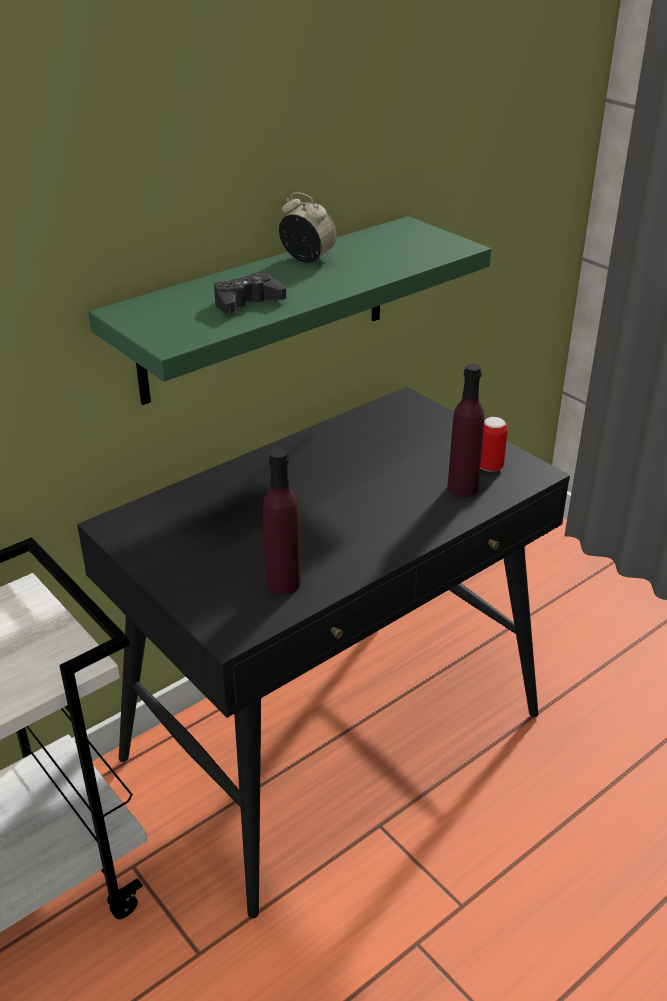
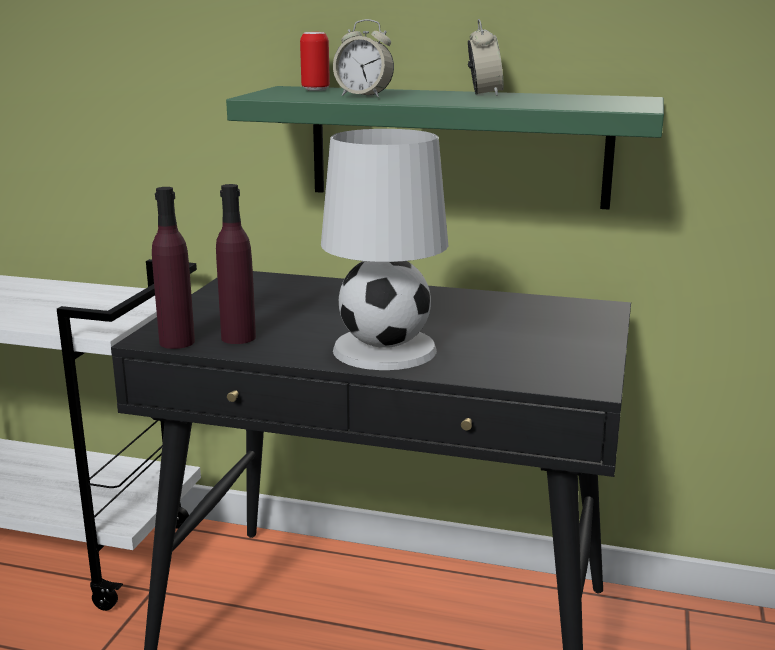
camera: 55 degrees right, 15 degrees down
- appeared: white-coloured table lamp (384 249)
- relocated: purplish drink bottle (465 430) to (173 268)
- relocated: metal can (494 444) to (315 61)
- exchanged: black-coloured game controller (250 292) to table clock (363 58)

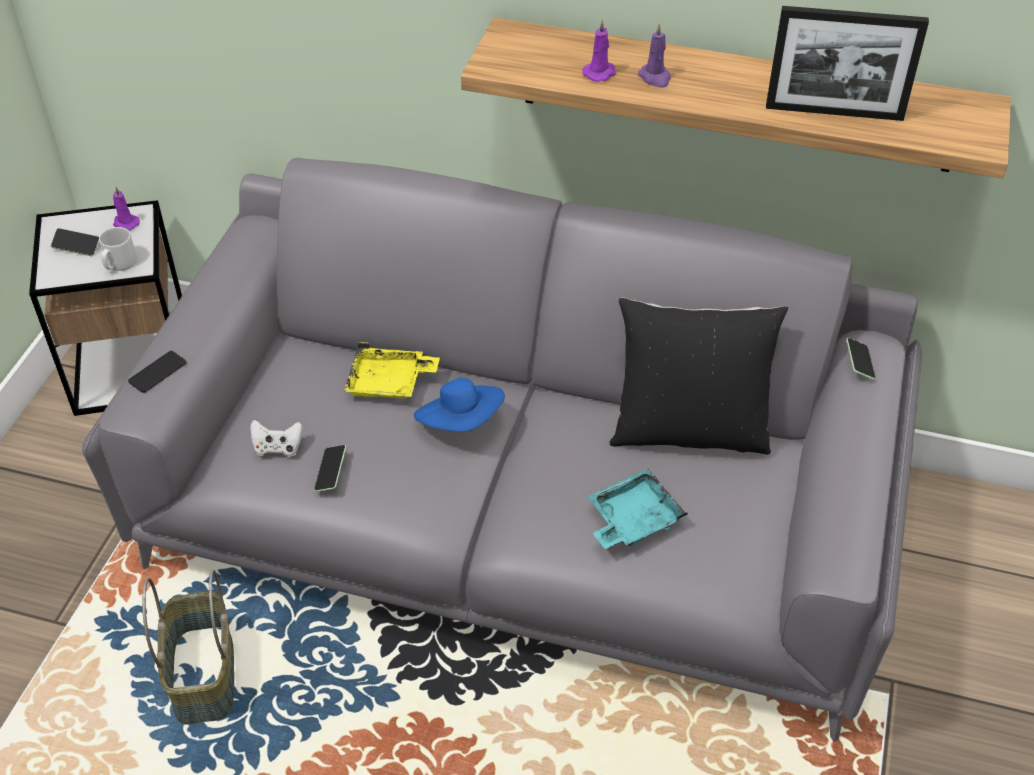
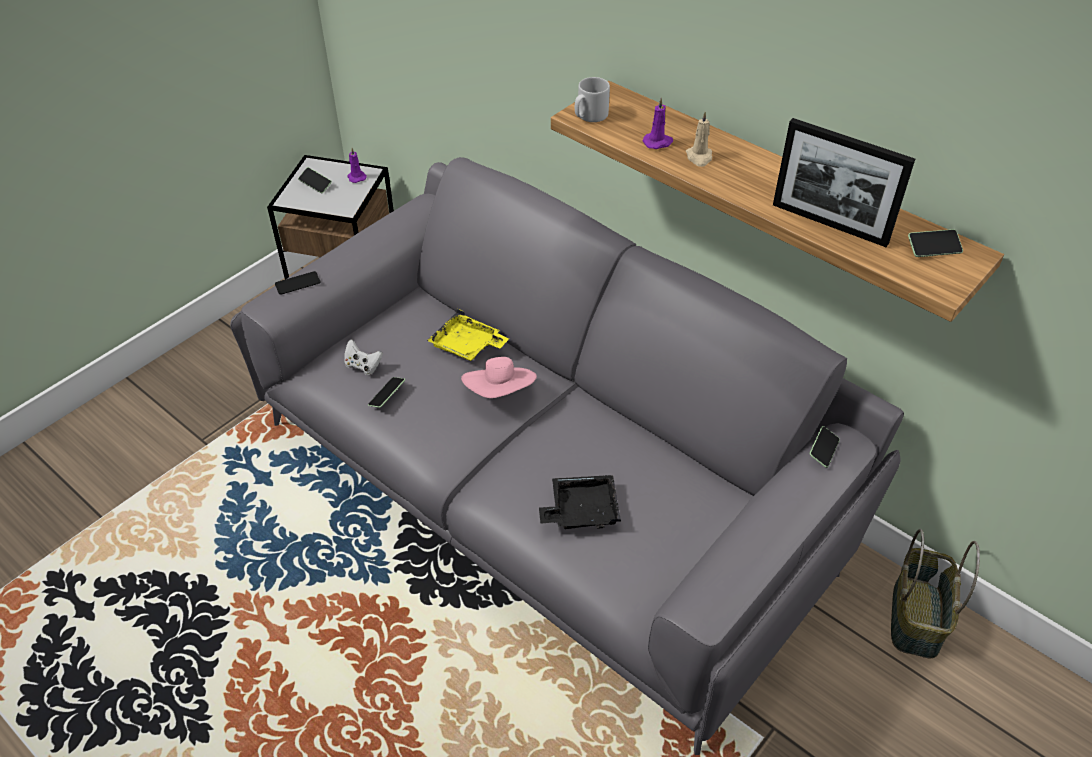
camera: 25 degrees right, 0 degrees up
- missing: black-coloured pillow (698 376)
- appeared: phone (935 243)
- relocated: greyish tea mug (118 249) to (592 99)
- relocated: basket (188 647) to (935 594)
- colour: blue-coloured clothing hat (459 405) to pink-coloured clothing hat (499 377)
- colour: turquoise carrying tray (638 508) to black-coloured carrying tray (580 502)
- colour: purplish candle (654 55) to beige candle (699 139)

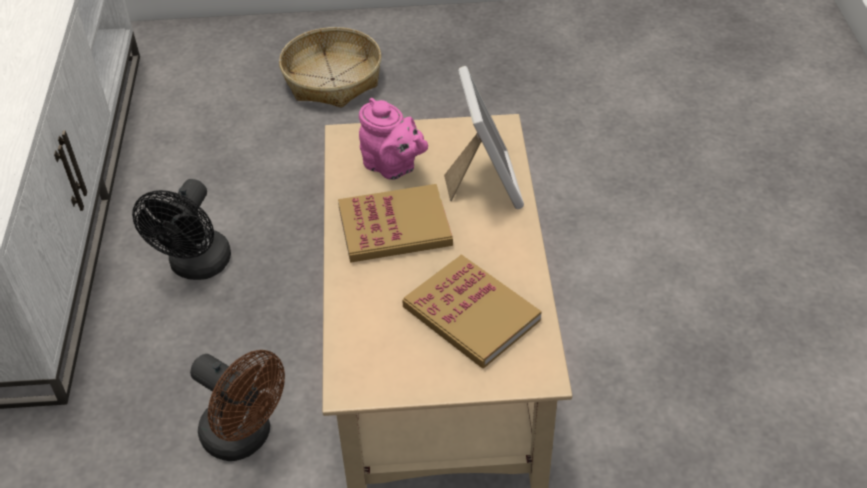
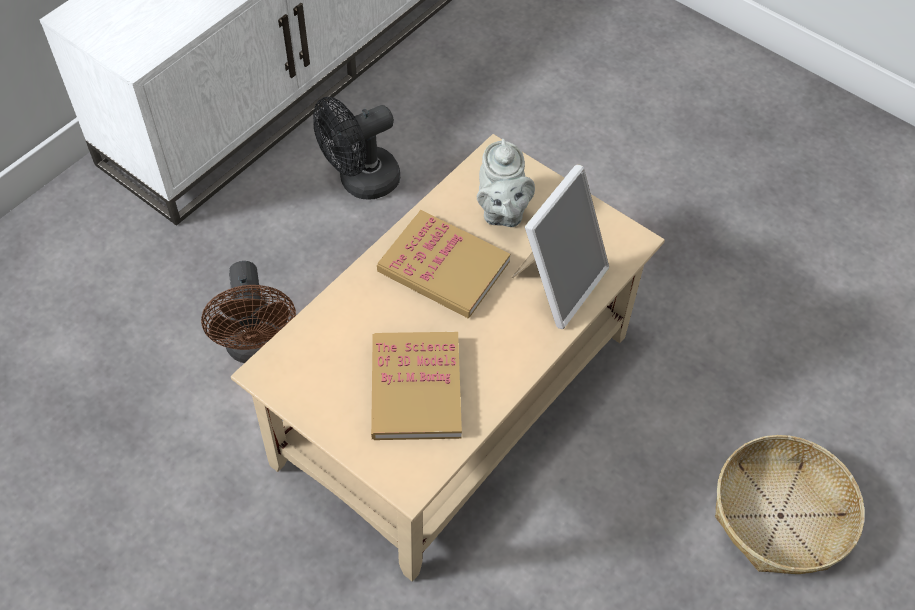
camera: 40 degrees right, 10 degrees up
- relocated: basket (330 67) to (790 504)
- colour: pink-coloured tea pot (393 139) to greyish tea pot (506 183)

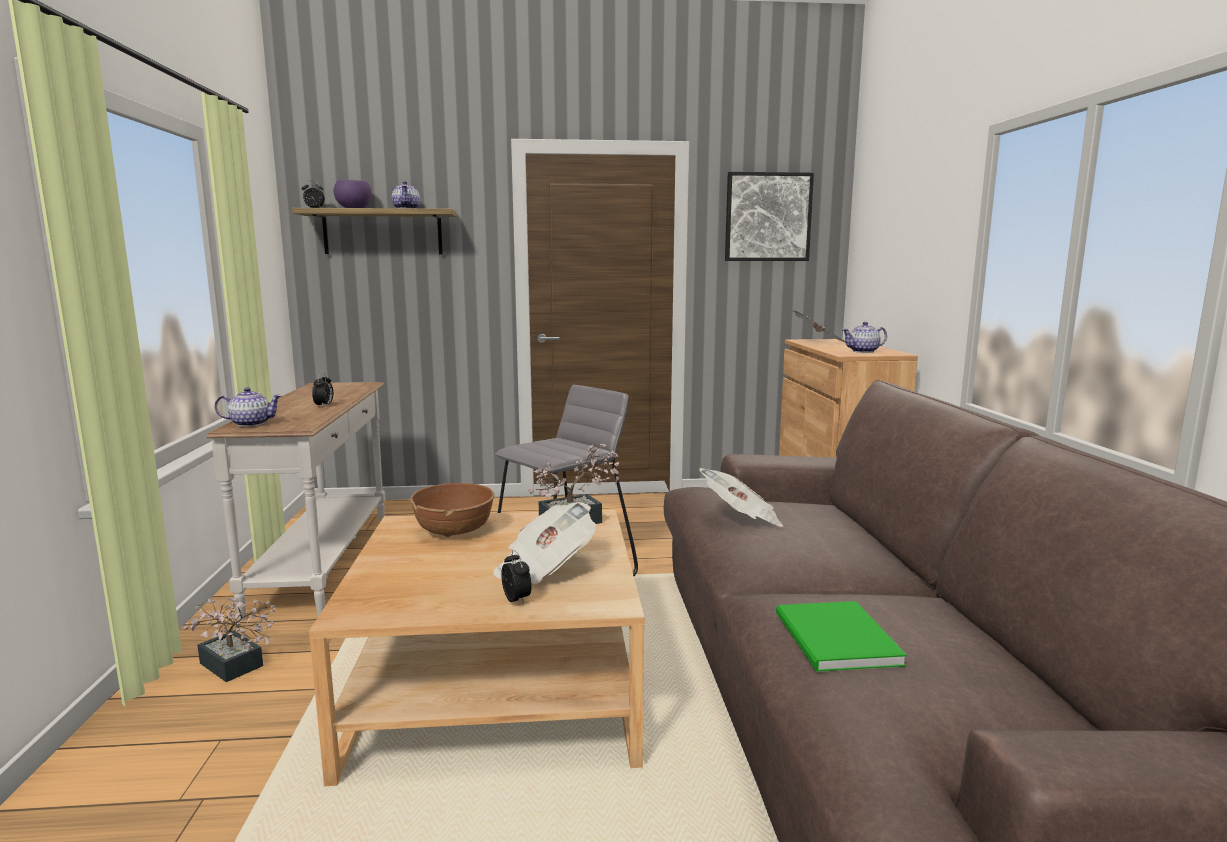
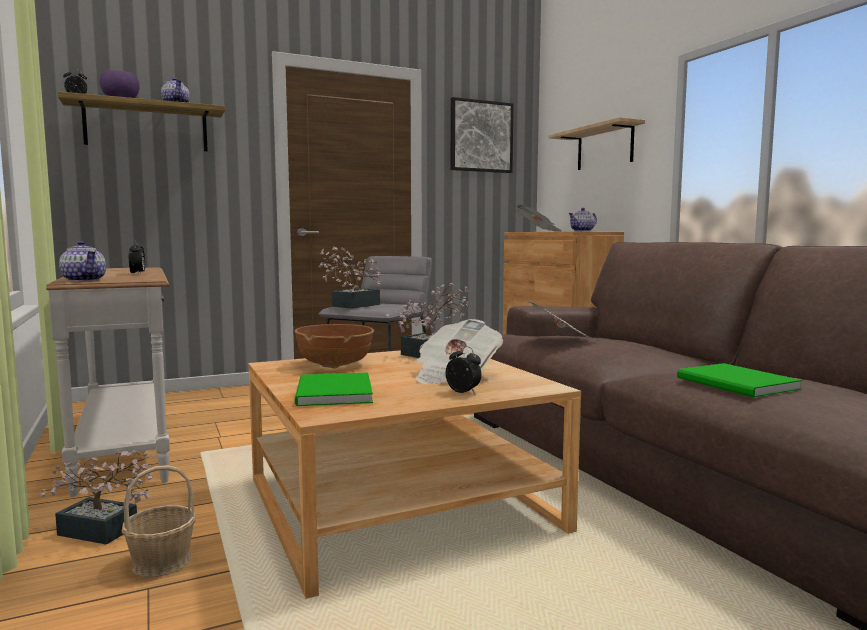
camera: 20 degrees left, 5 degrees down
- appeared: basket (159 521)
- appeared: greenish bound book (334 389)
- appeared: potted plant (350 278)
- appeared: shelf (597 143)
- spun: tea pot (248 407) = (82 261) 75 degrees clockwise

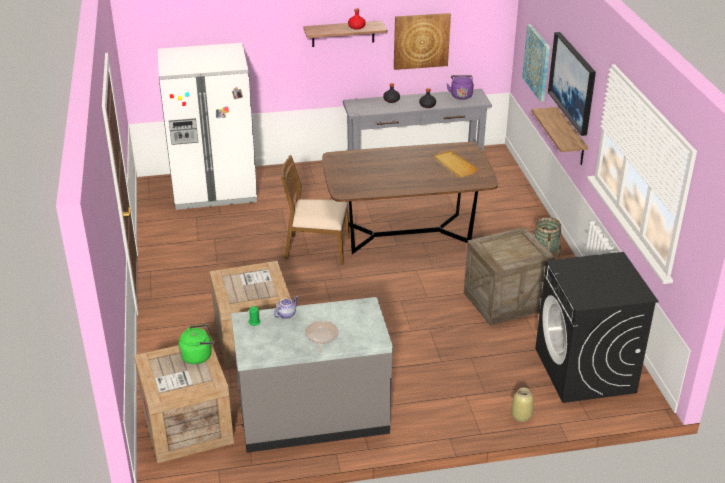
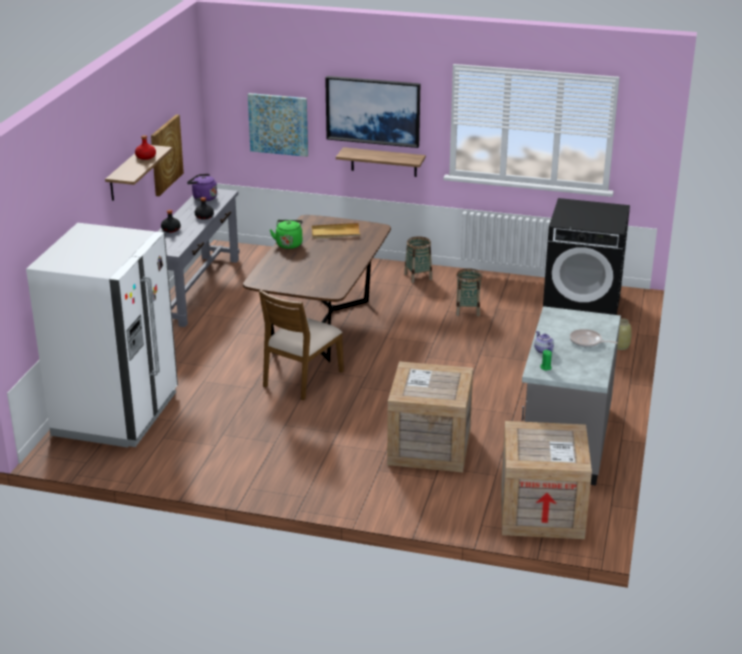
camera: 65 degrees left, 5 degrees down
- relocated: greenish water kettle (197 344) to (286 234)
- exchanged: crate (509 276) to basket (469 292)

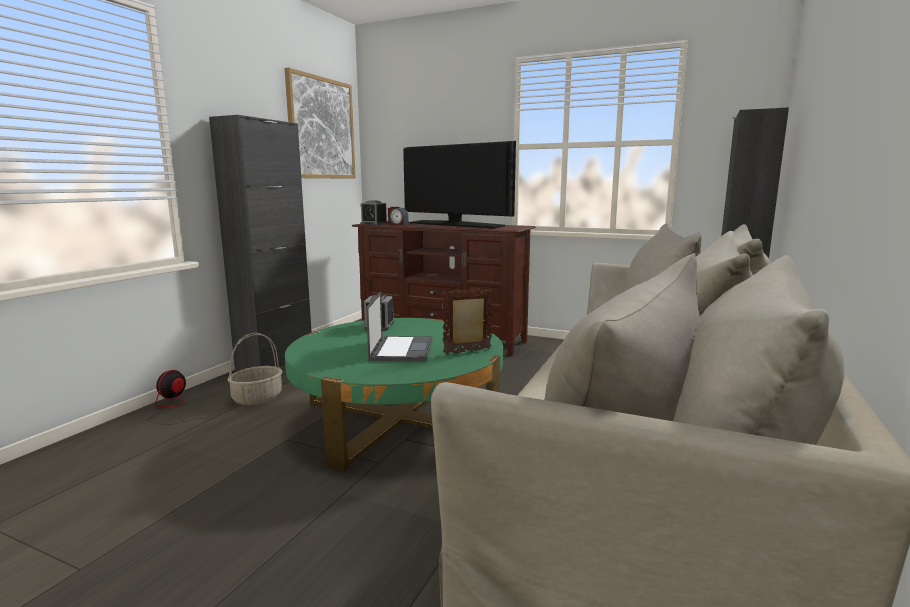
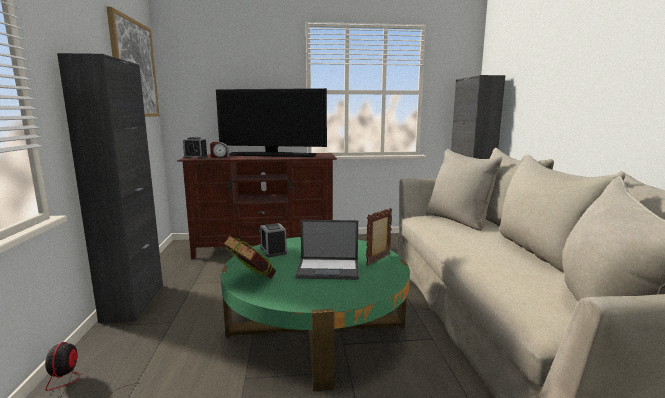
camera: 30 degrees left, 0 degrees up
- missing: basket (255 369)
- appeared: bound book (249 257)
- spun: notebook computer (399 327) = (327 250) 120 degrees clockwise

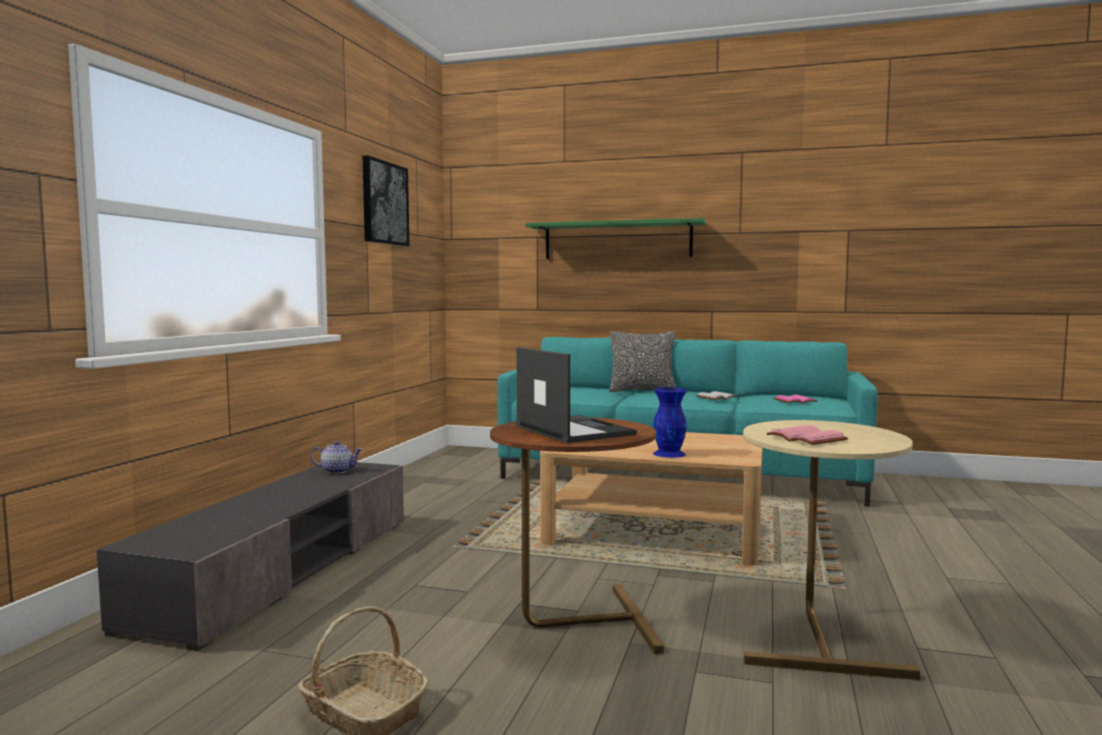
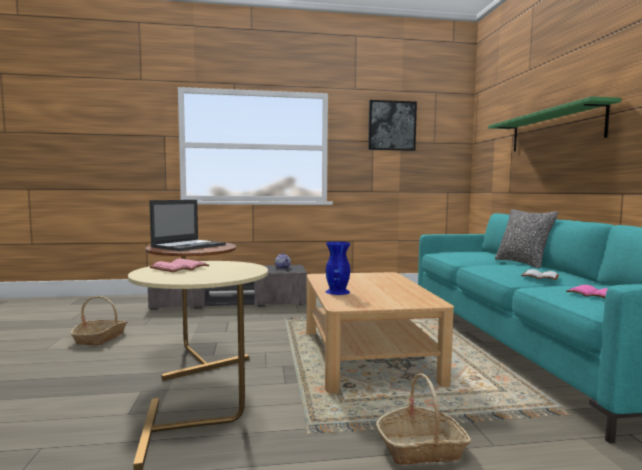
camera: 65 degrees right, 0 degrees up
- appeared: basket (423 419)

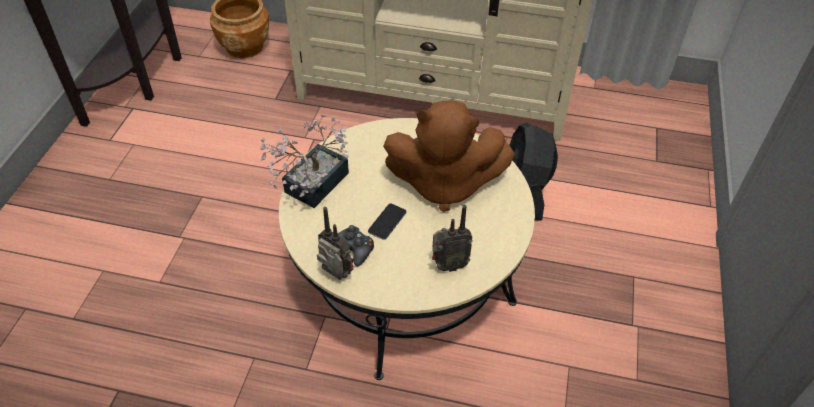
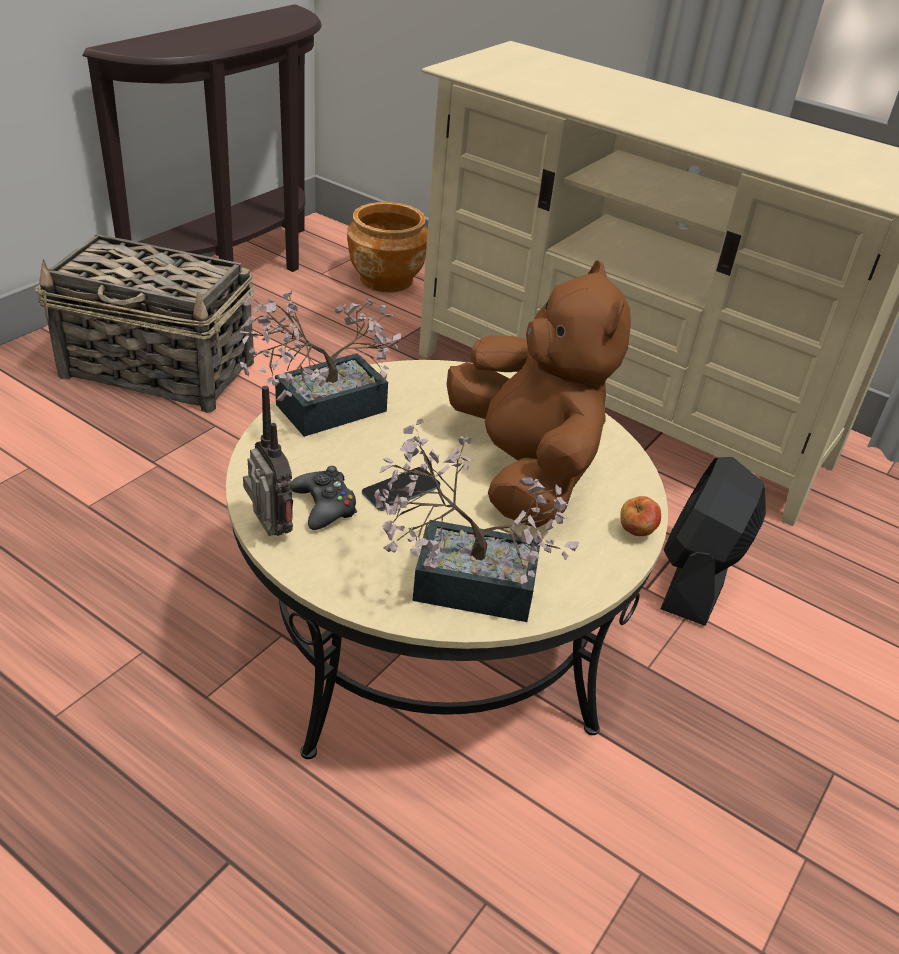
camera: 20 degrees right, 10 degrees down
- appeared: basket (144 323)
- appeared: apple fruit (640 516)
- exchanged: radio set (452 238) to potted plant (476 520)
- spun: brownish soft toy (448 156) = (539 393) 135 degrees counterclockwise

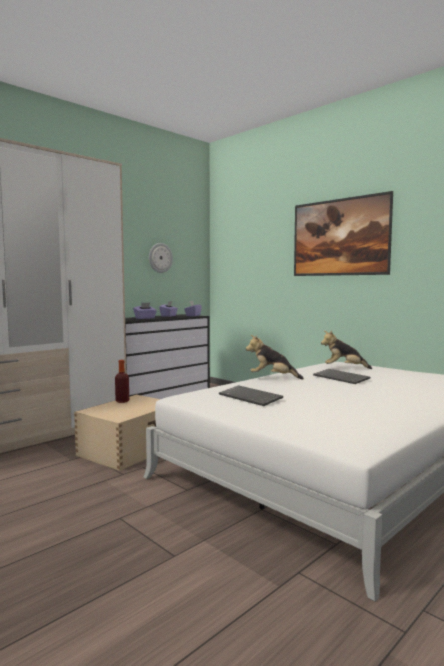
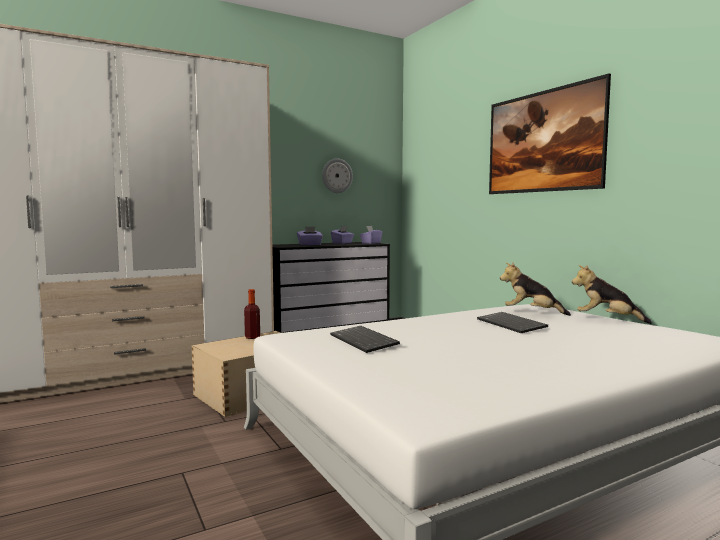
camera: 15 degrees right, 0 degrees up
- relocated: soft toy (275 357) to (612 294)

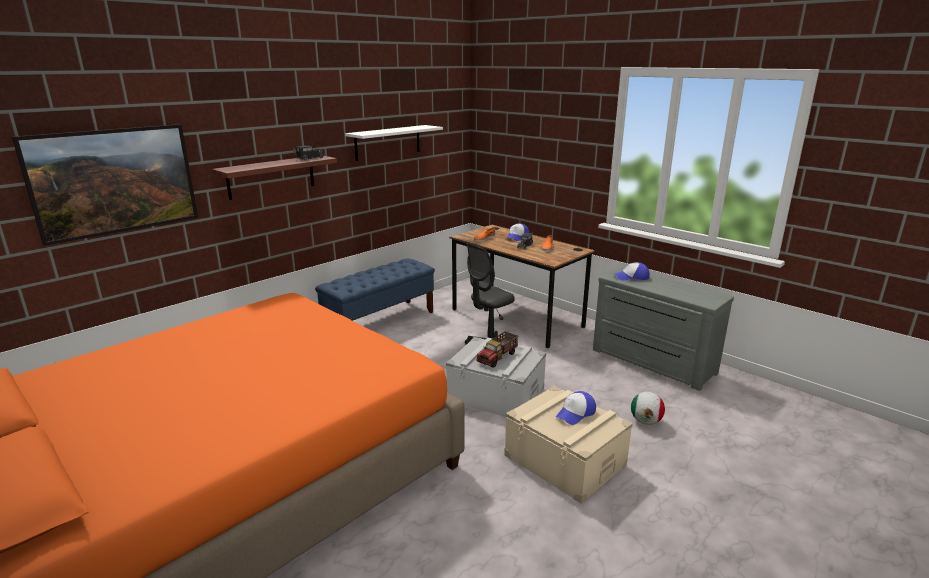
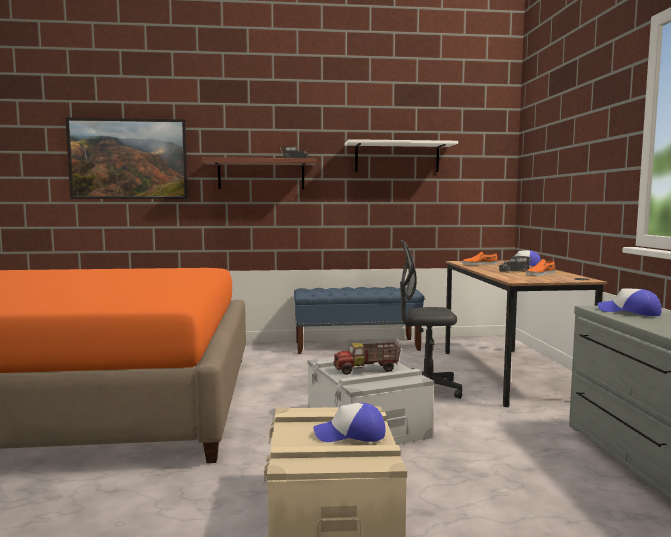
camera: 40 degrees right, 15 degrees down
- missing: football ball (648 408)

